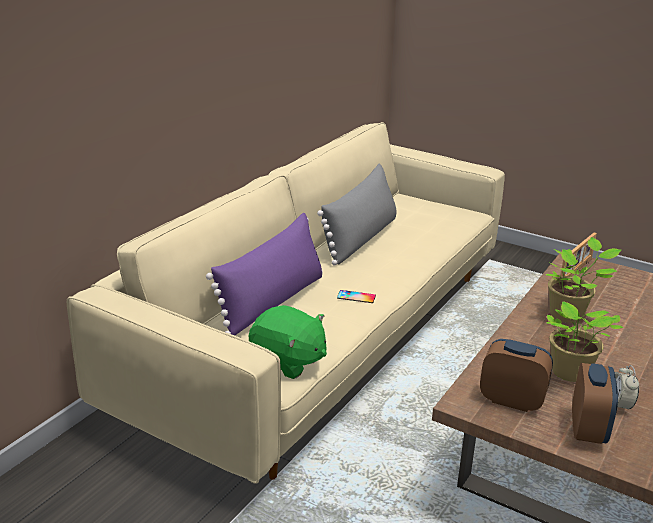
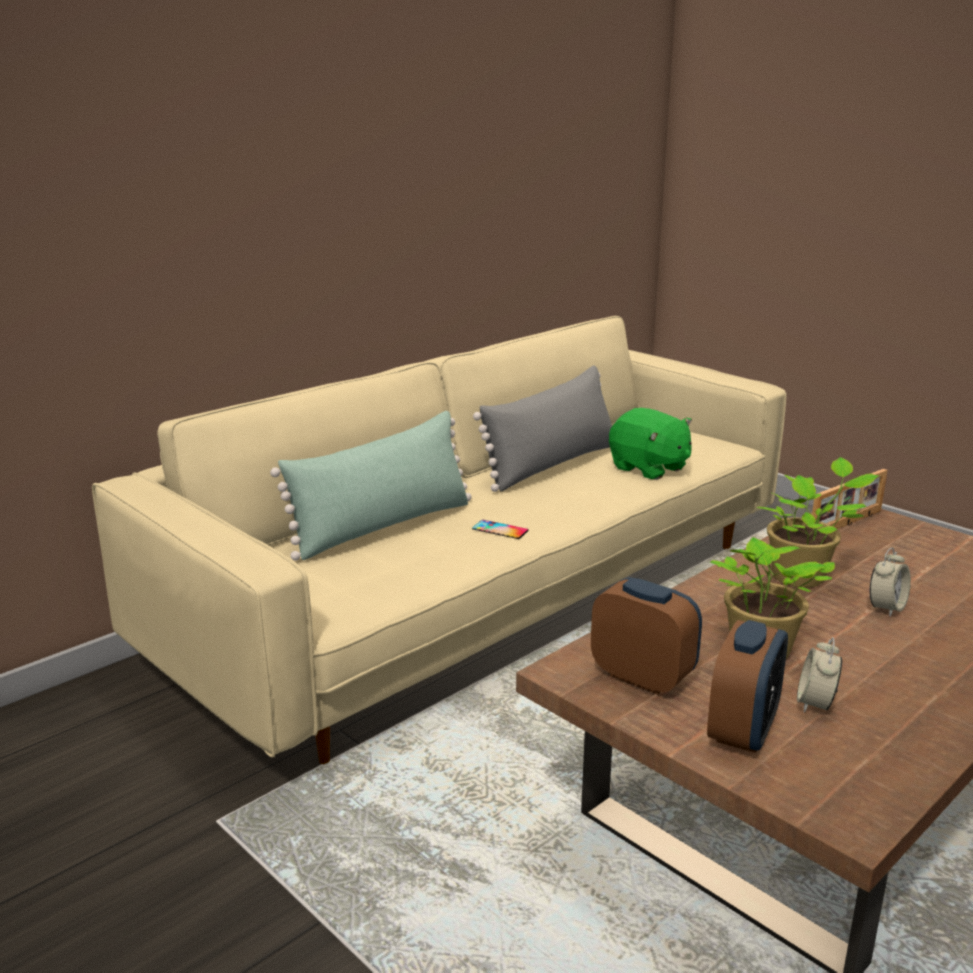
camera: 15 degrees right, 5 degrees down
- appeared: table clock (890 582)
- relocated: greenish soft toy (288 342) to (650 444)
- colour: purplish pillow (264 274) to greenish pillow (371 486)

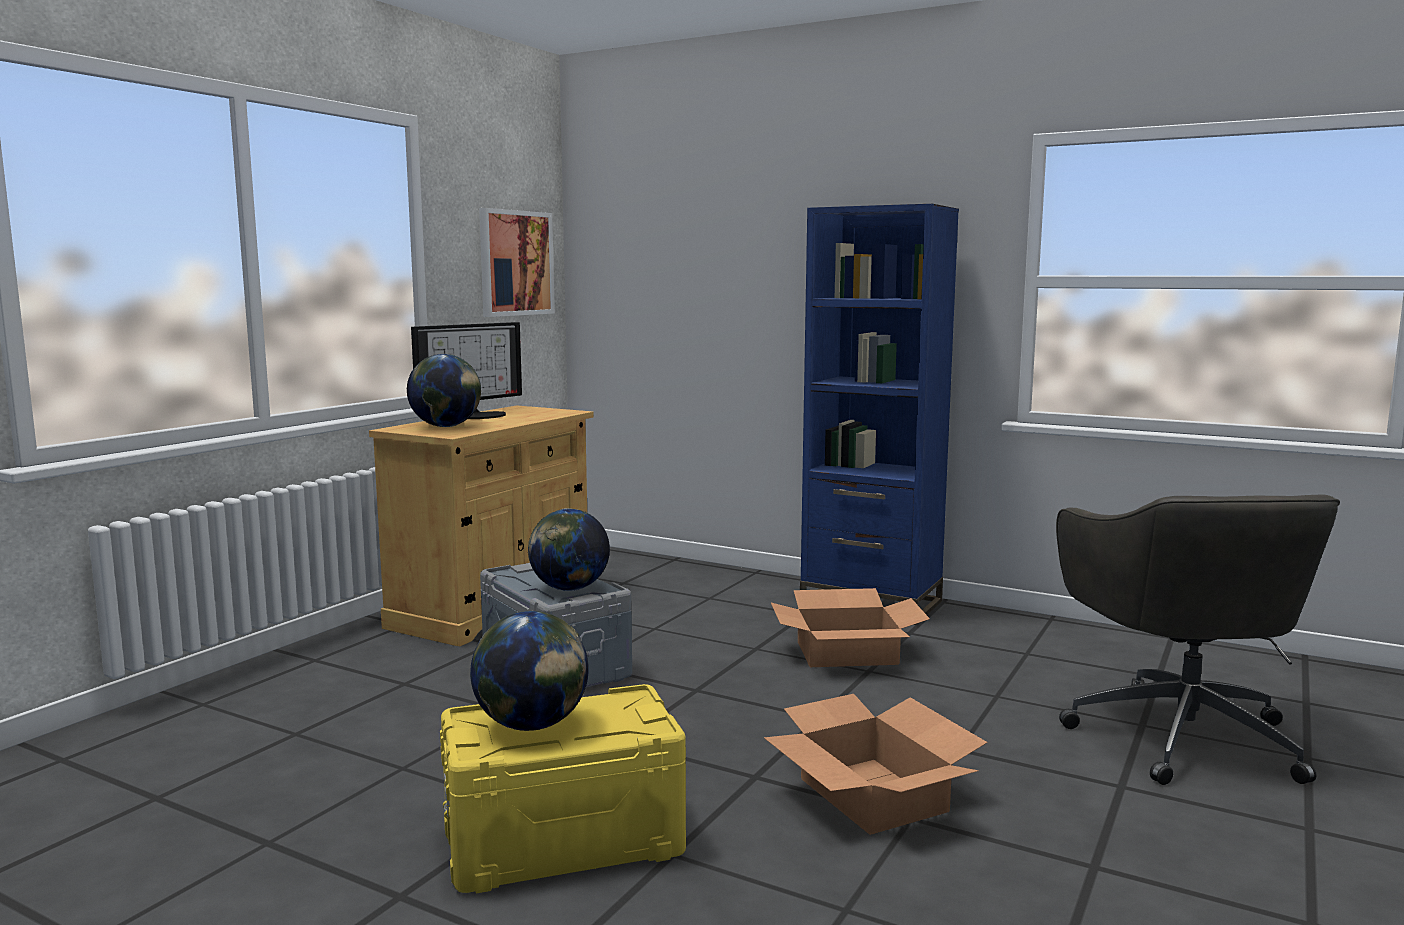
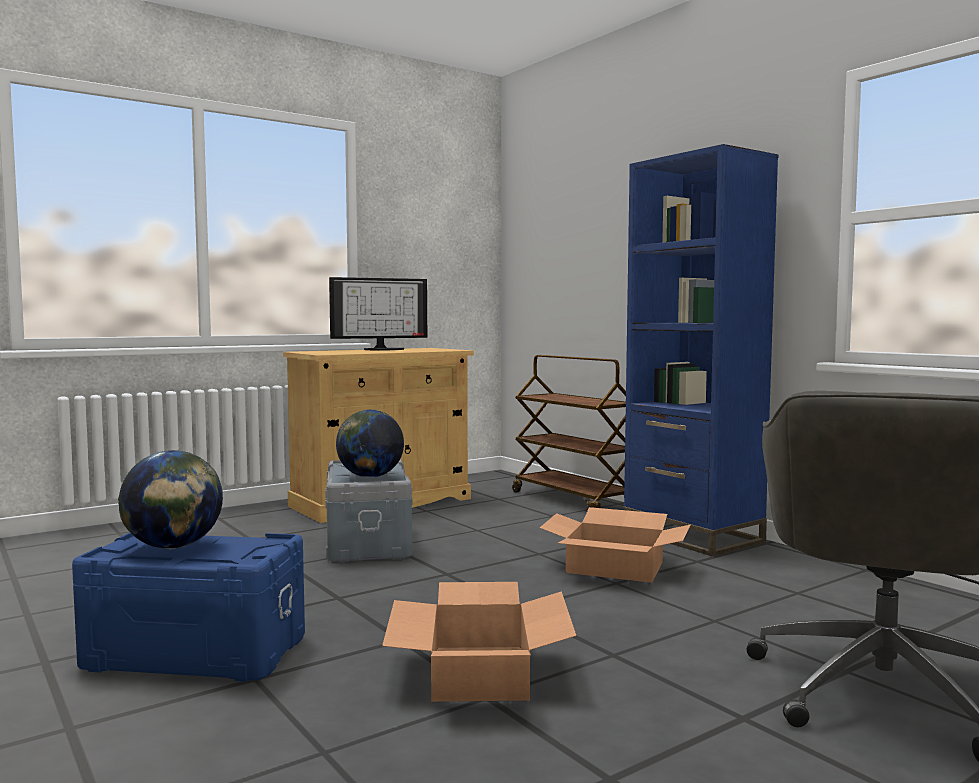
camera: 25 degrees right, 5 degrees down
- missing: desk globe (444 390)
- missing: picture (517 262)
- appeared: brownish cart (569 431)
- colour: yellowish storage container (563 788) to blue-coloured storage container (188 607)

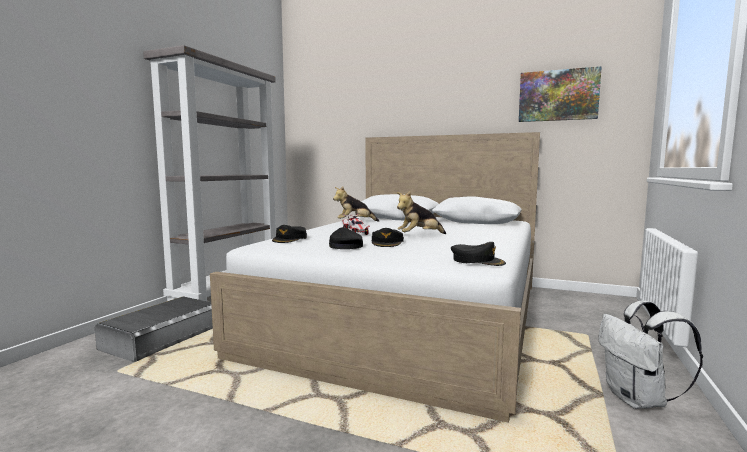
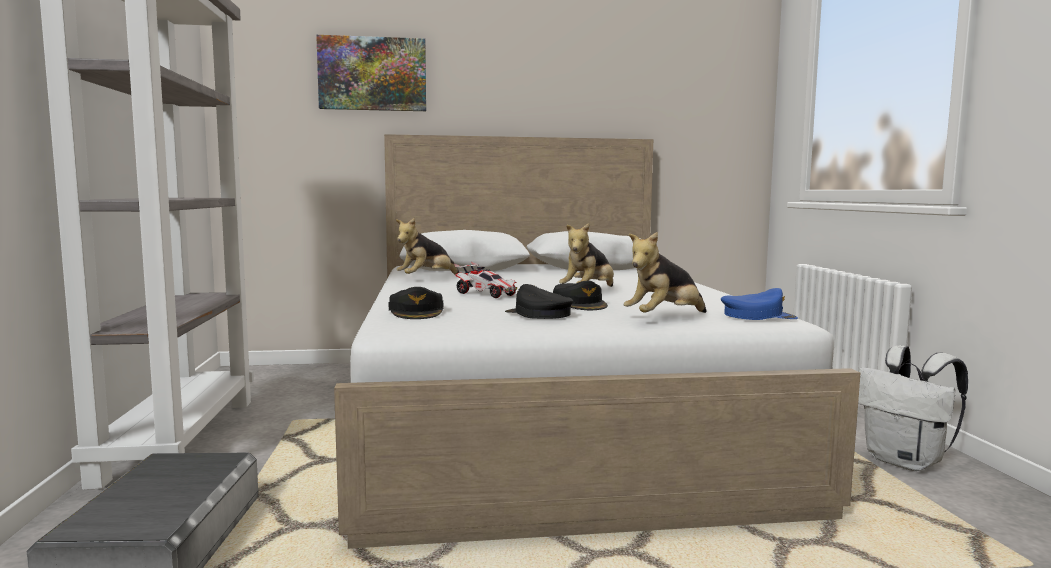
camera: 30 degrees left, 0 degrees up
- appeared: soft toy (665 272)
- relocated: picture (560 94) to (371 73)
- colour: black-coloured baseball cap (478 254) to blue-coloured baseball cap (759 304)

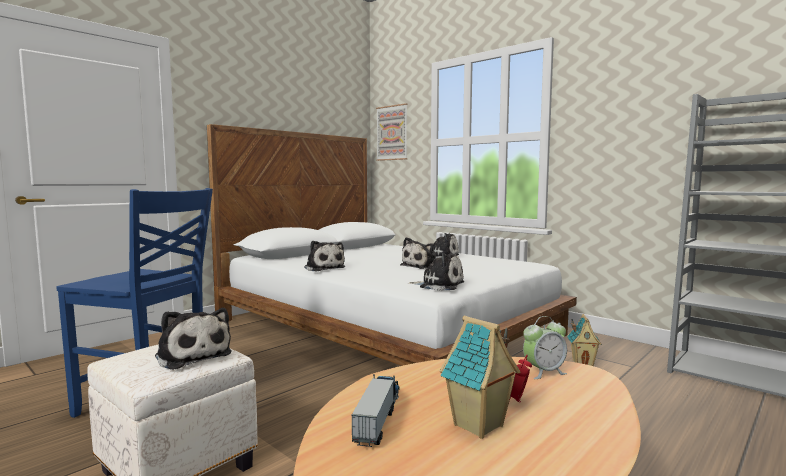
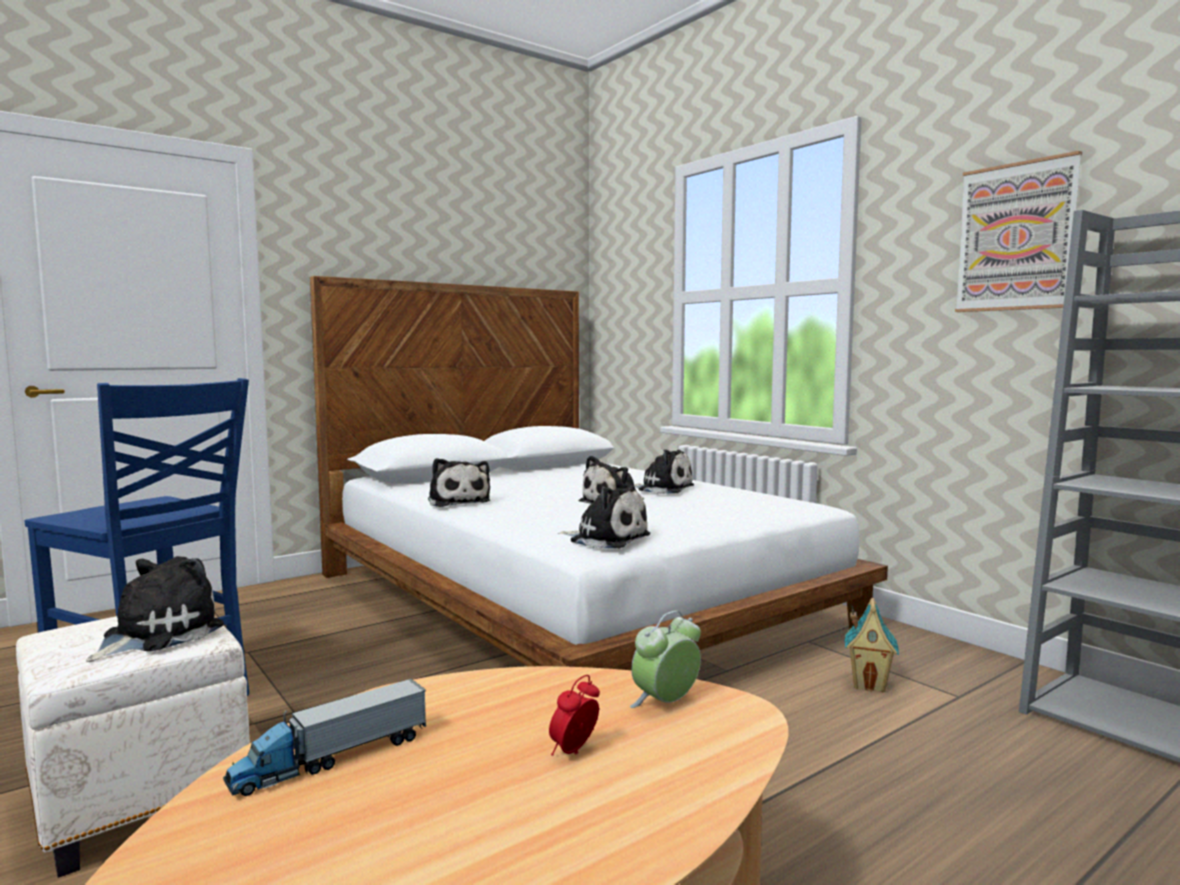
camera: 10 degrees right, 0 degrees up
- missing: miniature house (480 377)
- relocated: picture (392 132) to (1018 231)
- spun: soft toy (193 339) = (155 609) 120 degrees counterclockwise
- spun: toy truck (376 410) = (324 737) 150 degrees counterclockwise
- spun: table clock (545 347) = (665 659) 150 degrees clockwise

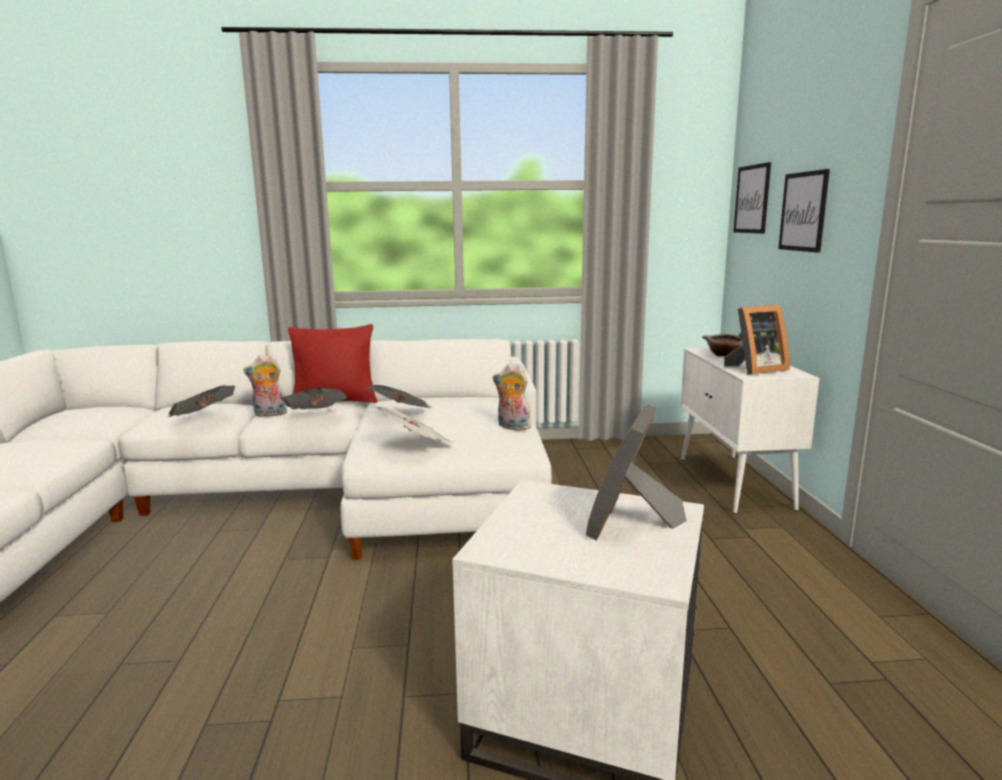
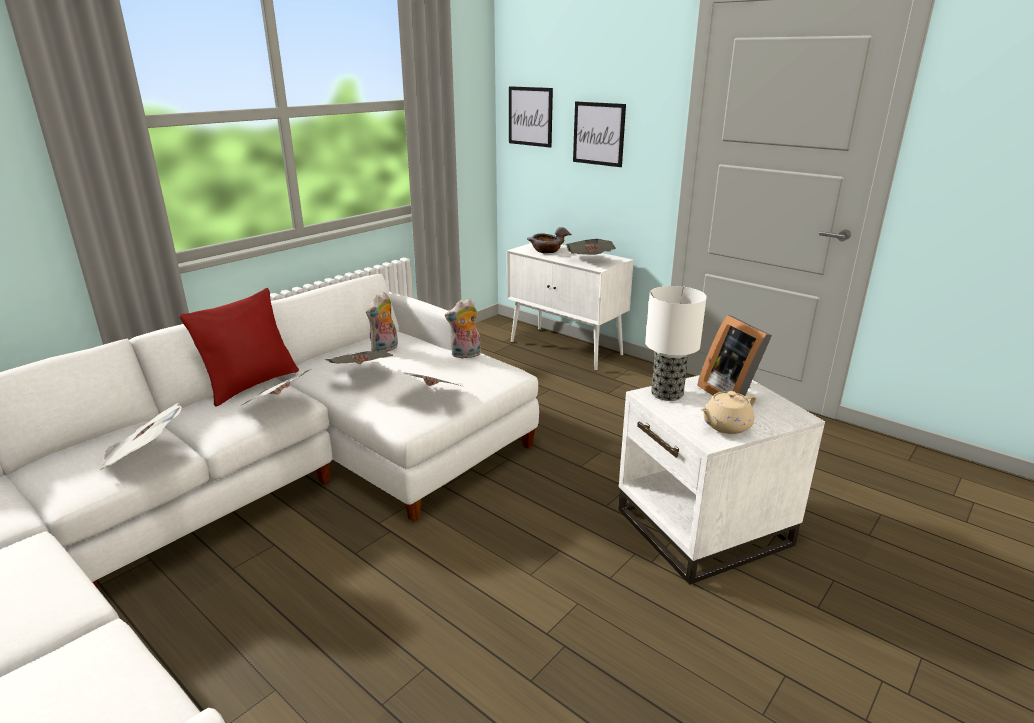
camera: 45 degrees left, 10 degrees up
- appeared: table lamp (676 343)
- appeared: beige tea pot (728 412)
- relocated: soft toy (265 385) to (382 322)
- exchanged: standing frame (757 340) to printed paper (591 247)

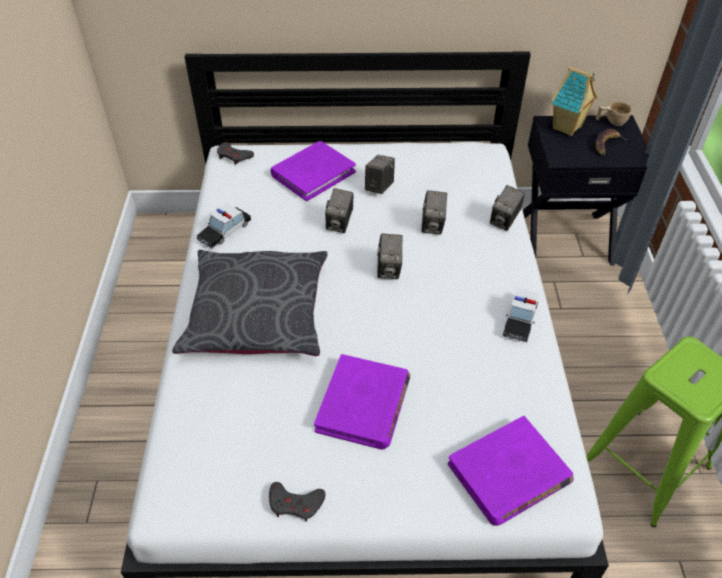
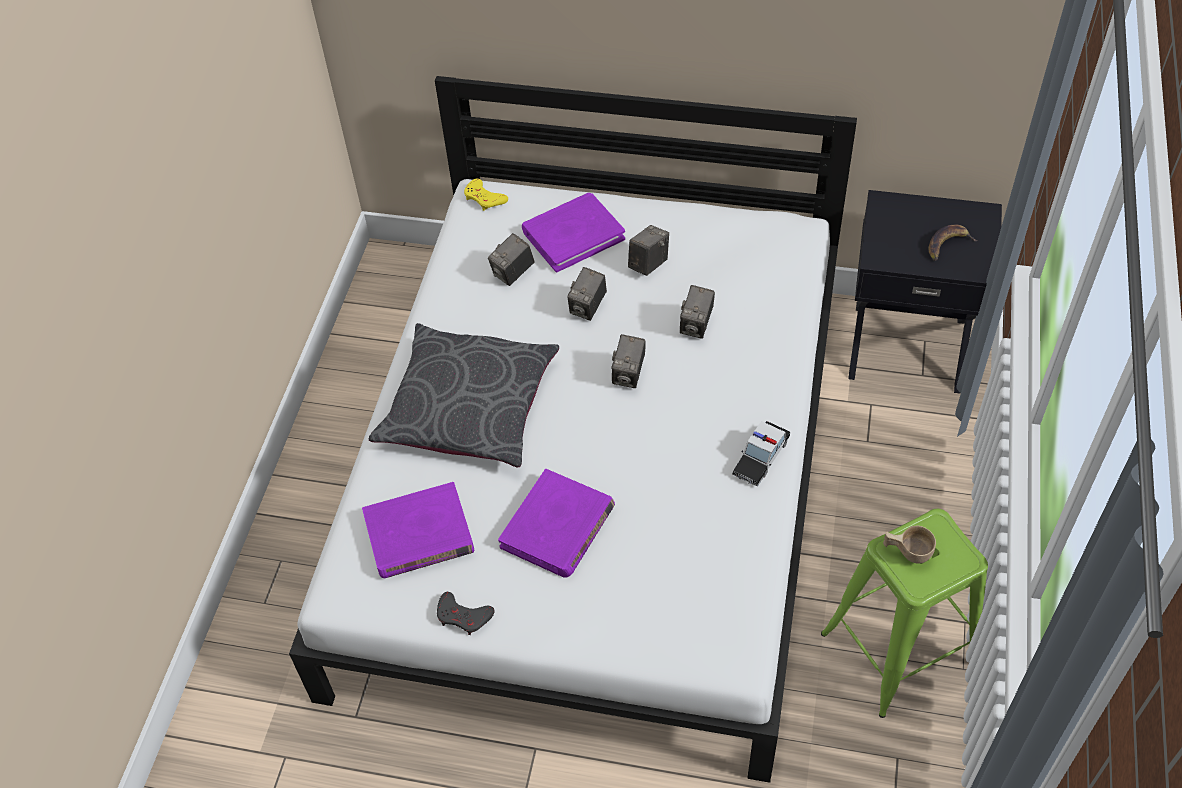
camera: 15 degrees right, 5 degrees up
- missing: miniature car (224 226)
- missing: miniature house (574 101)
- relocated: purplish bound book (511 471) to (418 530)
- relocated: still camera (507 208) to (511 259)
- relocated: beige cup (614 113) to (909 545)
- colour: greyish game controller (235 153) to yellowish game controller (486 195)

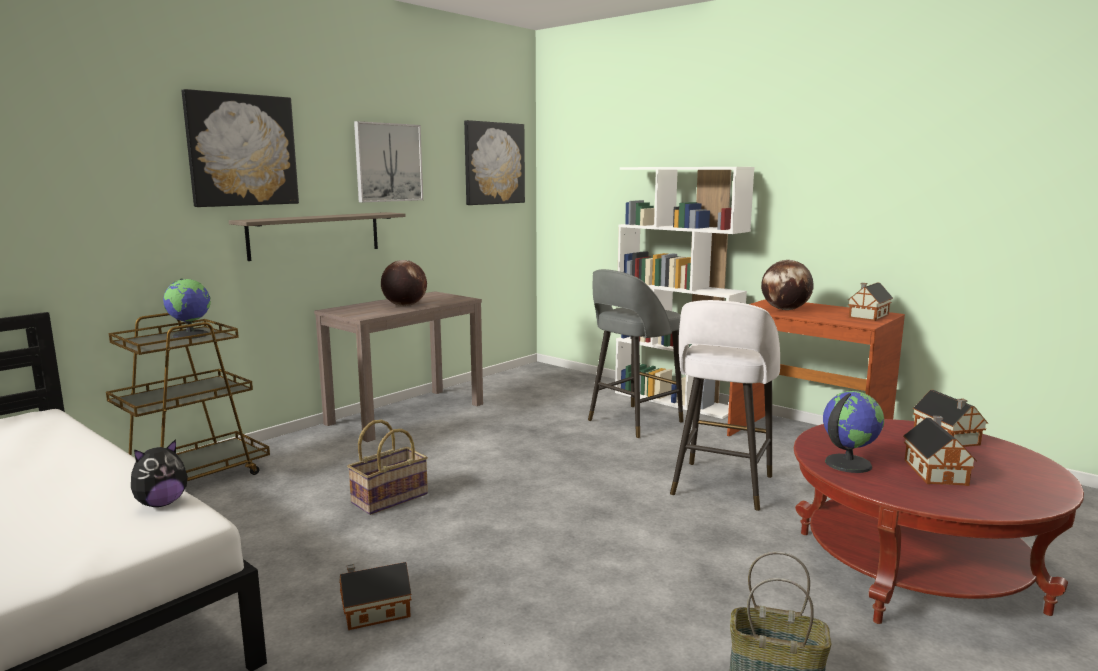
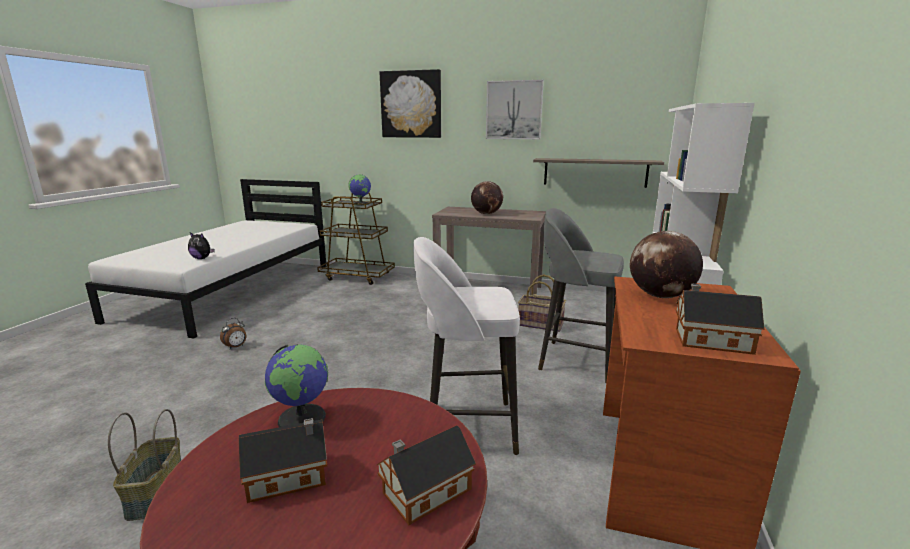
camera: 65 degrees right, 5 degrees up
- missing: picture (494 162)
- relocated: shelf (317 236) to (598 173)
- relocated: basket (387 467) to (542 303)
- exchanged: miniature house (375 596) to table clock (233 333)

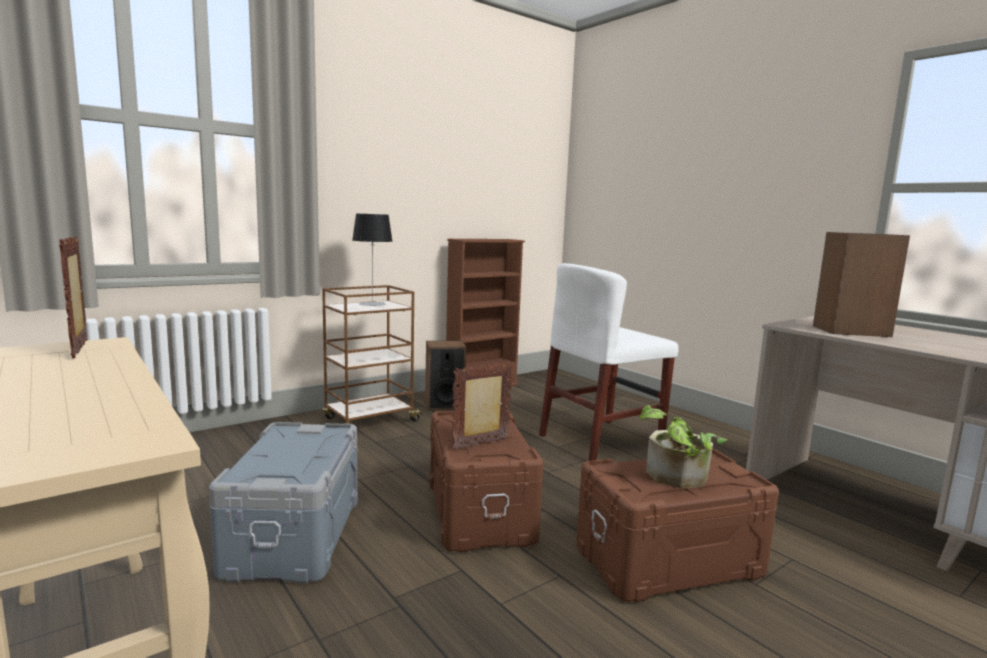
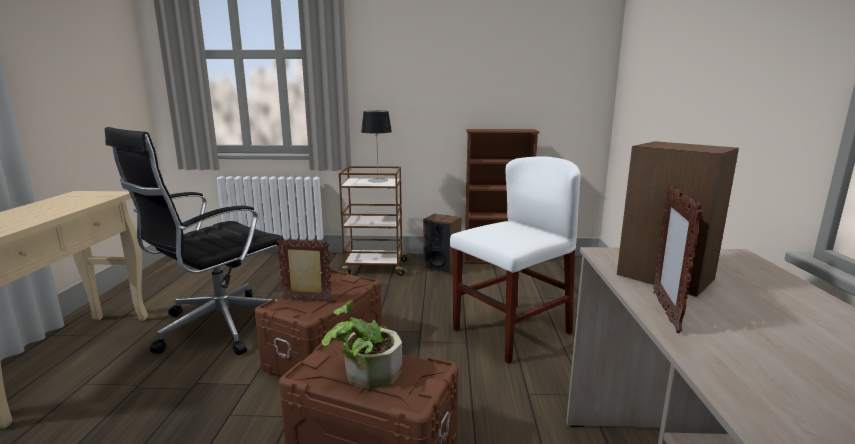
camera: 40 degrees right, 5 degrees up
- relocated: standing frame (73 297) to (677 259)
- exchanged: greyish storage container (283 502) to black-coloured office chair (194 241)
- spun: white-coloured plain chair (609 362) = (515 260) 135 degrees clockwise

